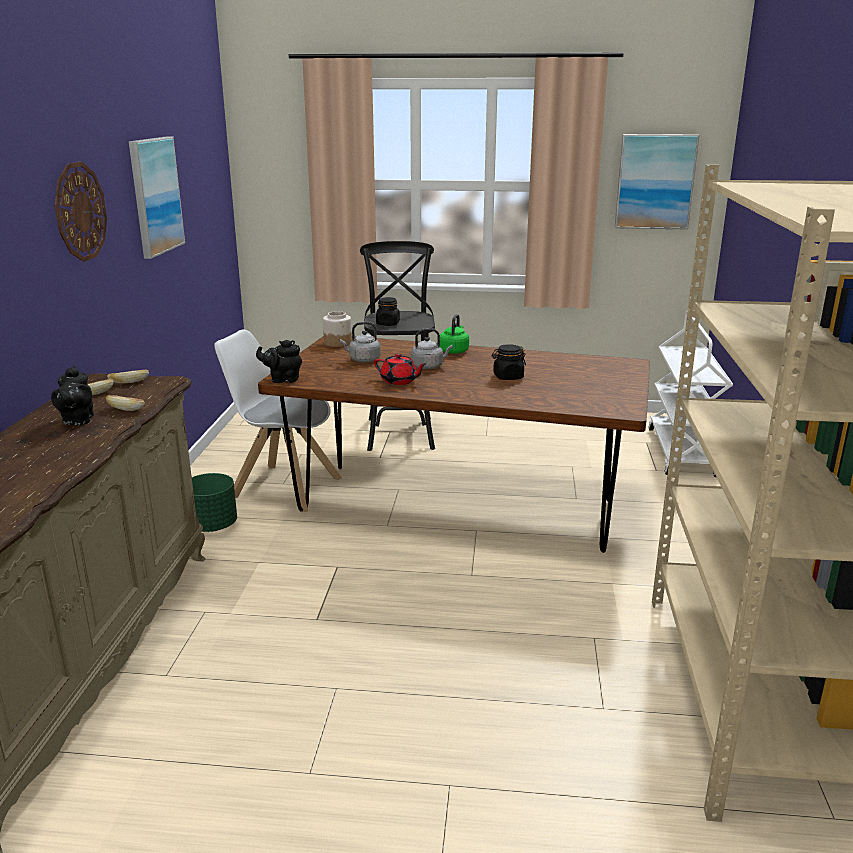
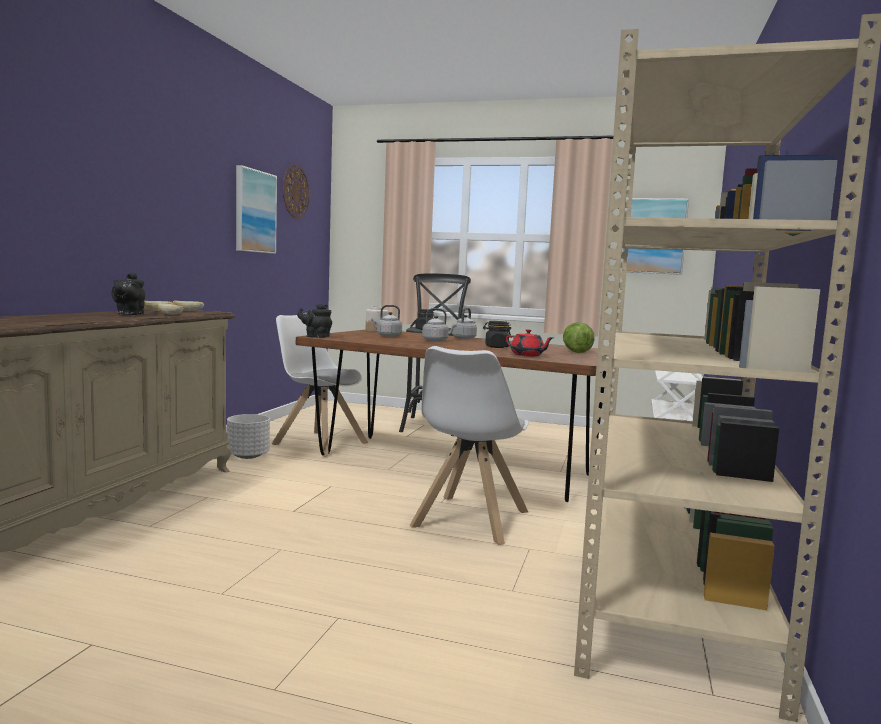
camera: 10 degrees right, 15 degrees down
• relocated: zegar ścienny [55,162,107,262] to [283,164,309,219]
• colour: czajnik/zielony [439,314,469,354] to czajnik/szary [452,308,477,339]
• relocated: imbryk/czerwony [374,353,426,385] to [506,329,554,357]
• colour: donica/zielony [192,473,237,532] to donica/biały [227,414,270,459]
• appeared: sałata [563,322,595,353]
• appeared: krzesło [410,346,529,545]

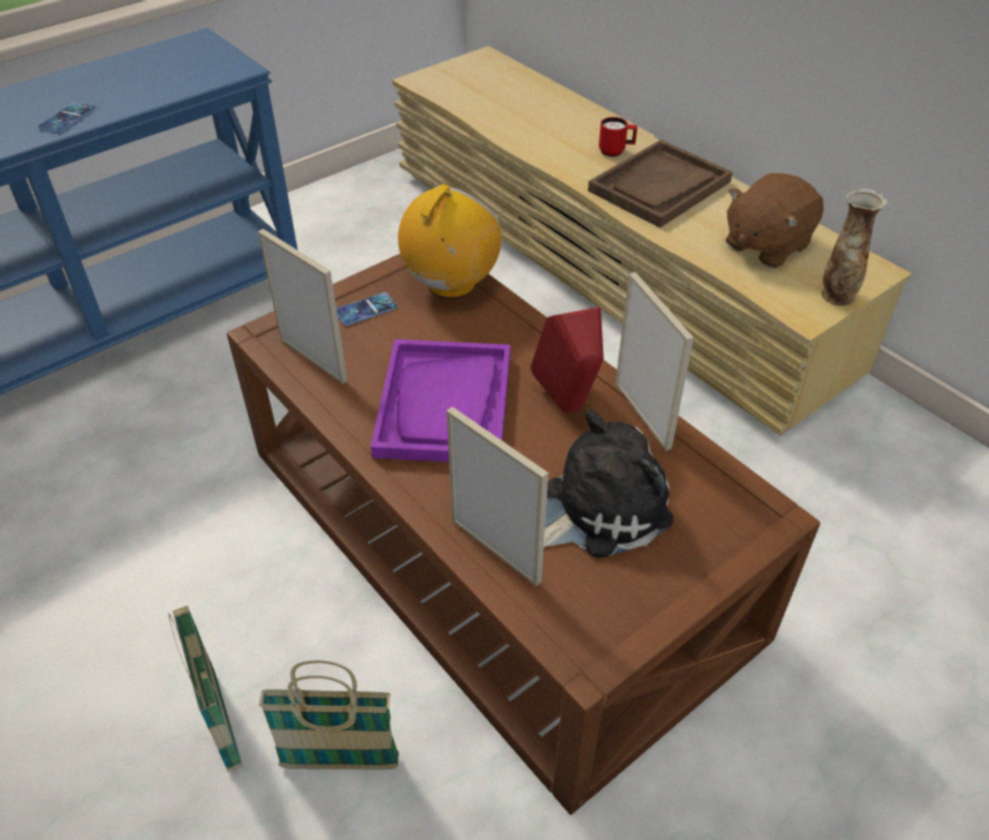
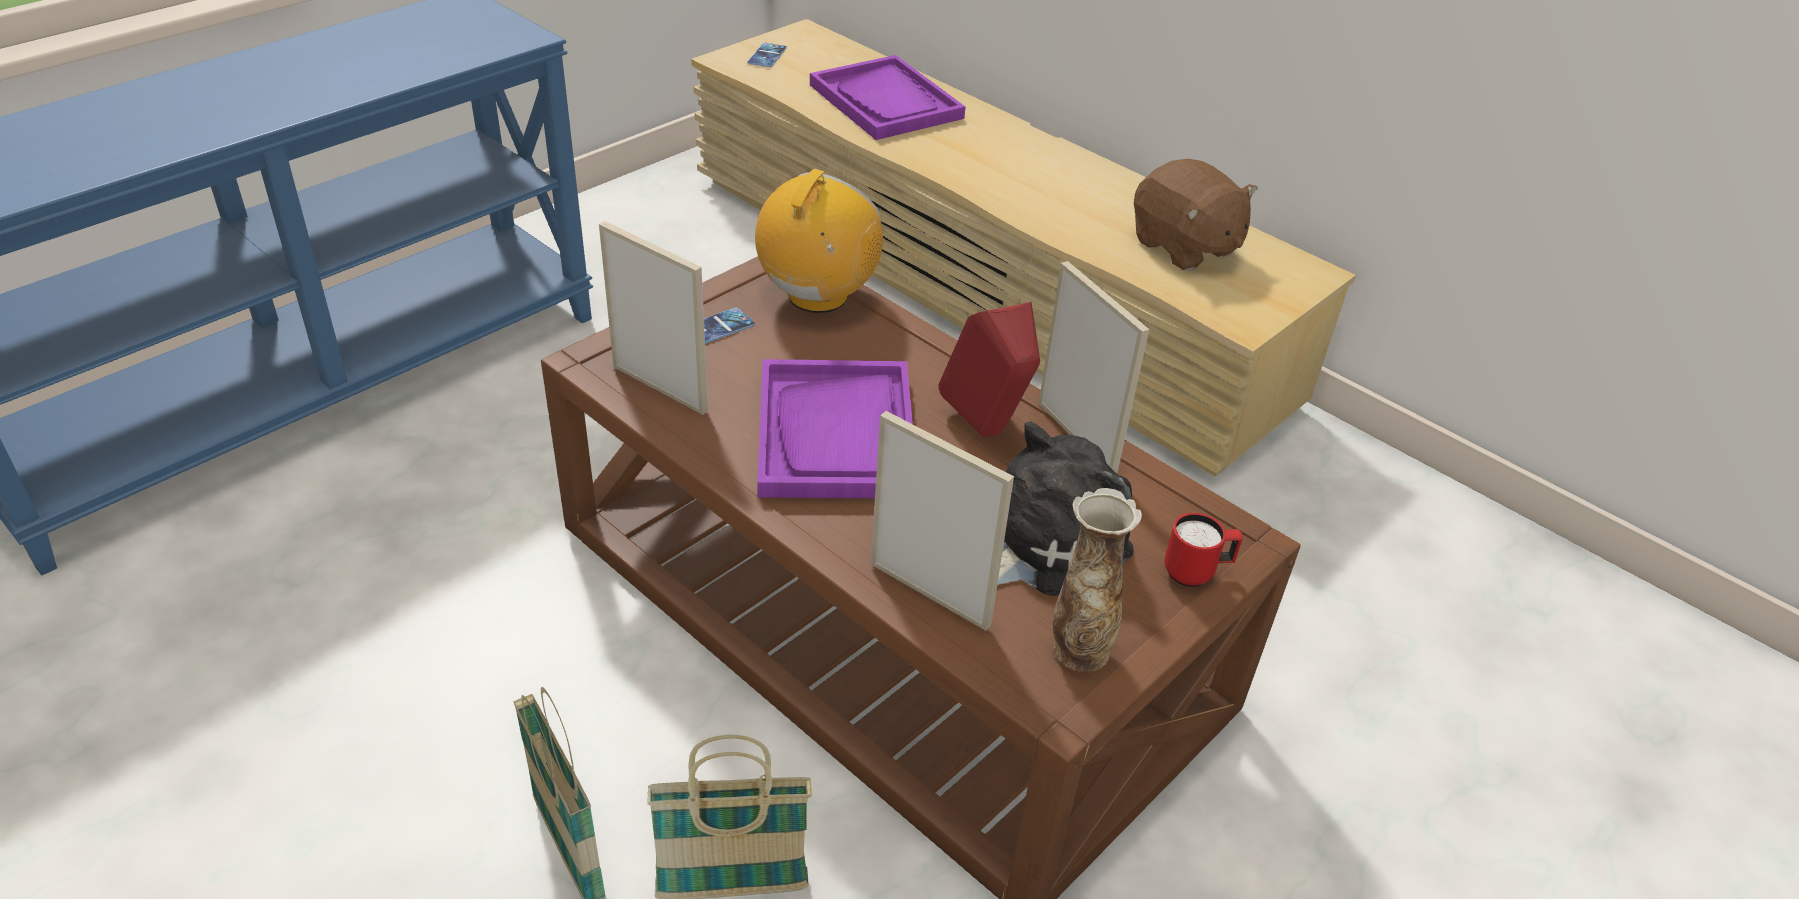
camera: 10 degrees left, 5 degrees down
• relocated: telefon [38,102,96,133] to [747,43,787,67]
• relocated: kubek/czerwony [599,117,637,157] to [1164,513,1243,587]
• missing: taca/brązowy [588,140,733,228]
• spun: pluszak/brązowy [725,173,824,268] = [1134,159,1258,271] 75 degrees counterclockwise
• relocated: wazon [821,188,888,306] to [1053,488,1142,672]
• appeared: taca/fioletowy [810,55,965,140]

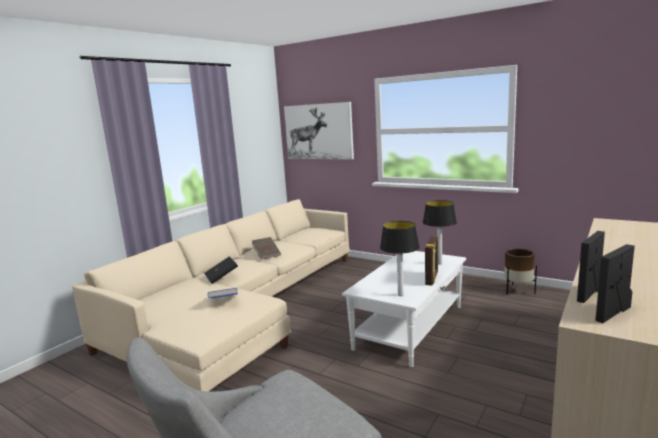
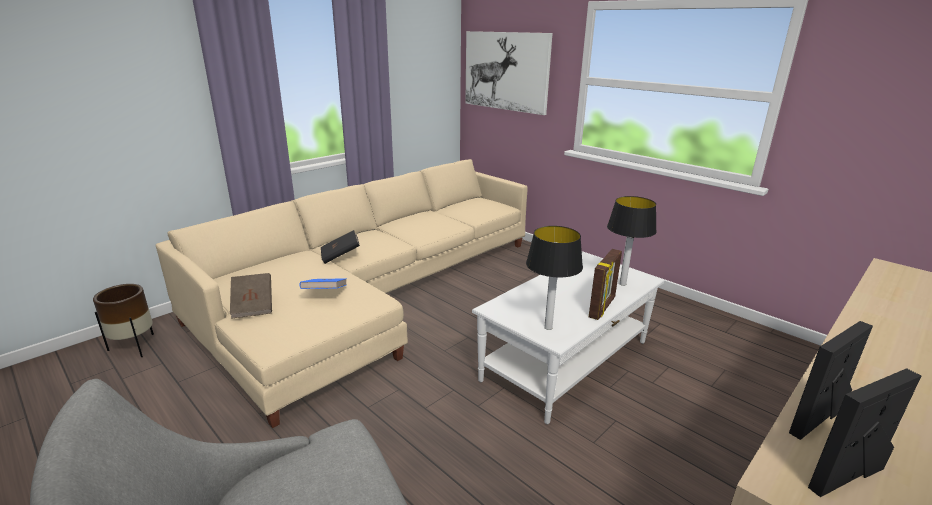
camera: 10 degrees right, 10 degrees up
• relocated: książka/brązowy [252,237,281,260] to [230,273,272,319]
• relocated: donica/brązowy [504,248,537,295] to [93,284,154,357]

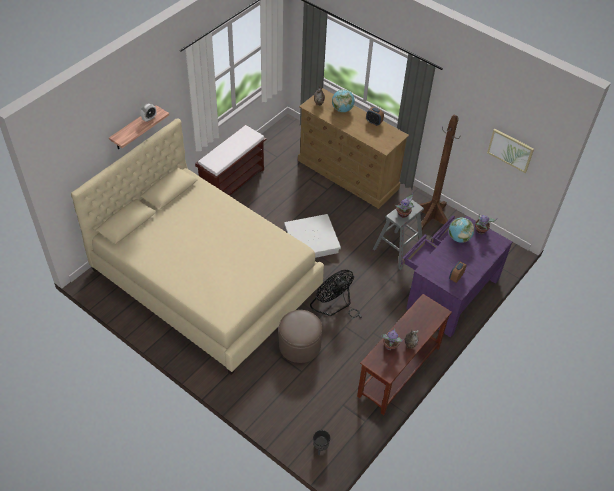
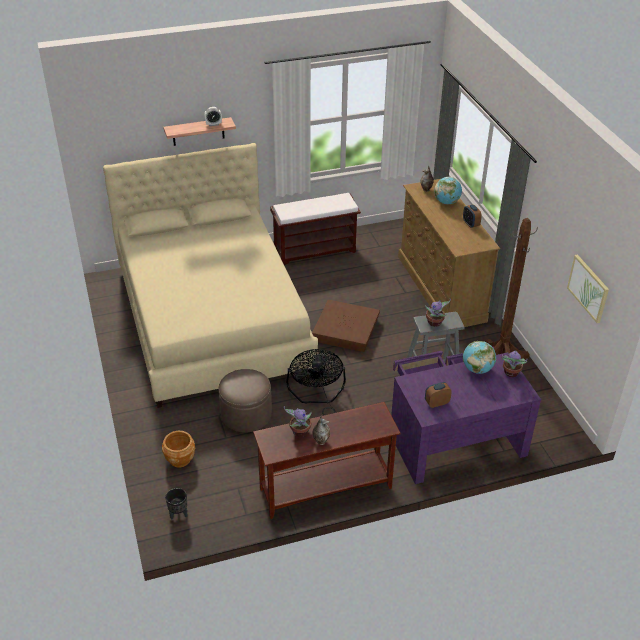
camera: 35 degrees right, 10 degrees down
• colour: pojemnik do przechowywania/biały [284,214,341,258] to pojemnik do przechowywania/brązowy [312,300,380,352]
• appeared: donica/brązowy [162,431,195,467]

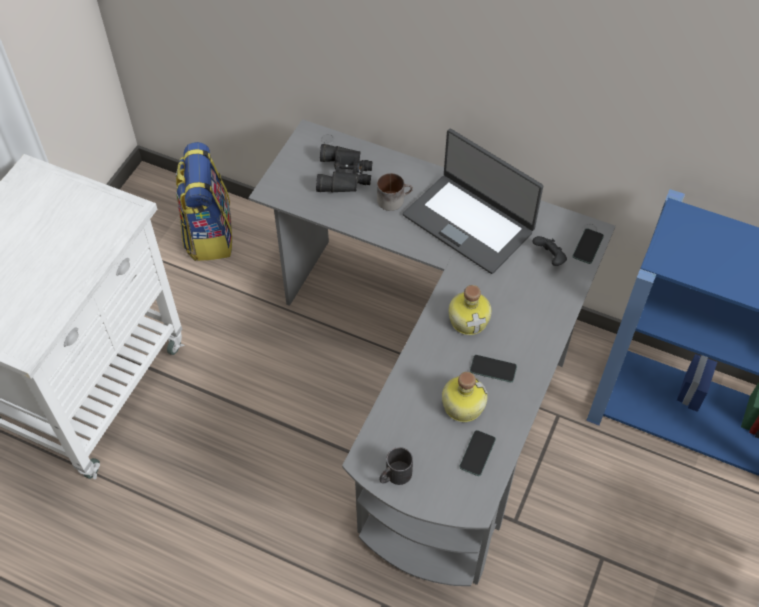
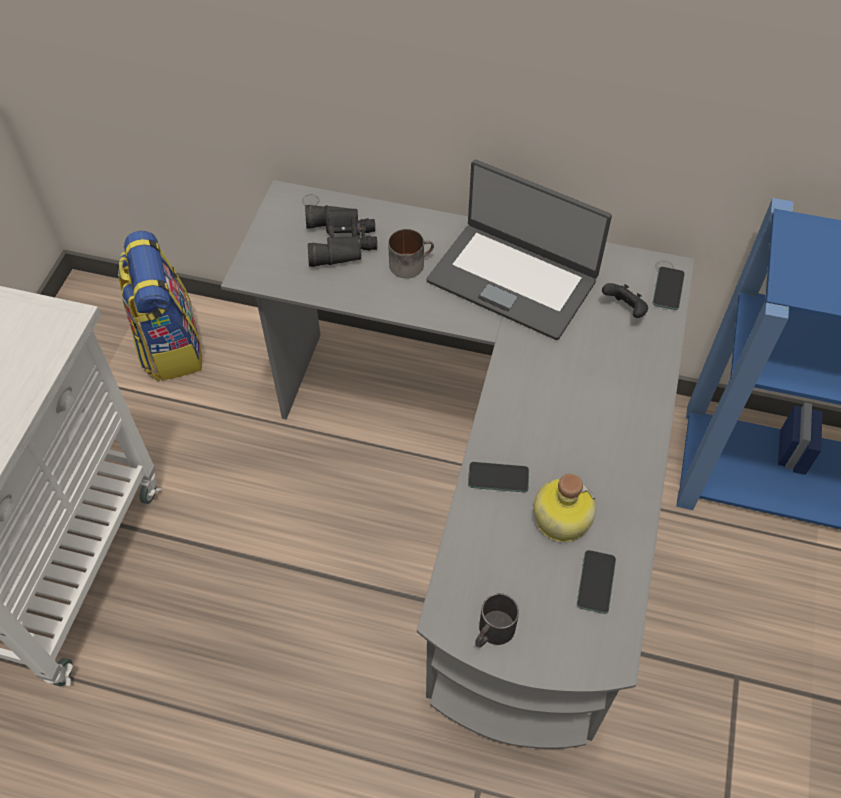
camera: 10 degrees left, 0 degrees up
• missing: butelka [448,285,492,335]
• relocated: telefon [470,355,517,382] to [468,462,529,492]

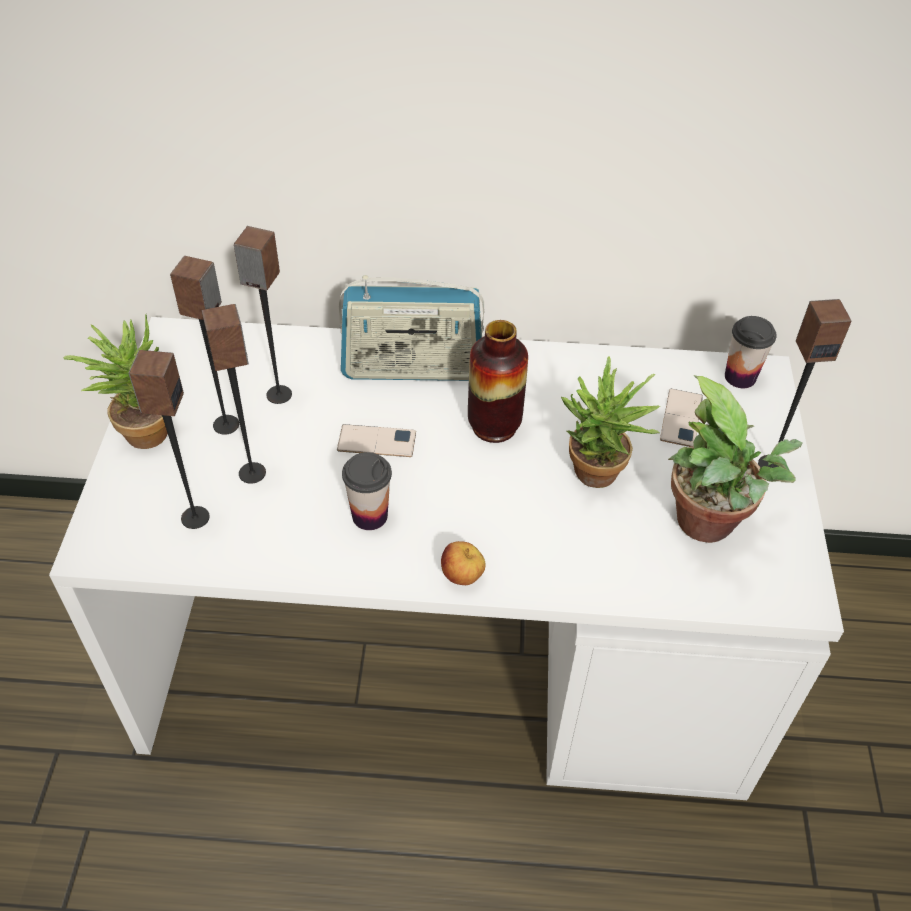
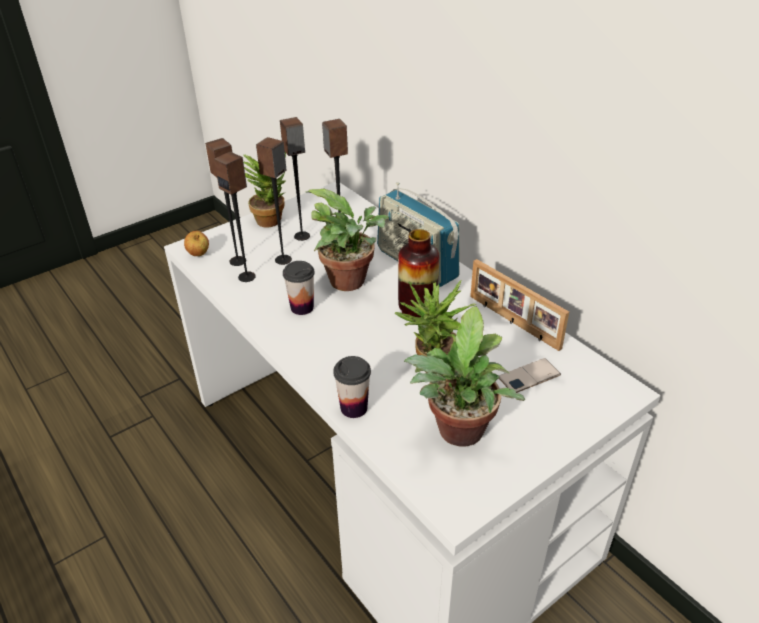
camera: 50 degrees right, 10 degrees down
• relocated: głośnik [758,299,851,468] to [214,152,256,282]
• relocated: filiżanka [725,316,777,388] to [333,356,371,418]
• exchanged: telefon [337,424,416,457] to roślina doniczkowa [307,189,389,291]
• relocated: jabłko [441,541,486,585] to [184,231,209,256]
• appeared: ramka na zdjęcie [470,259,569,351]

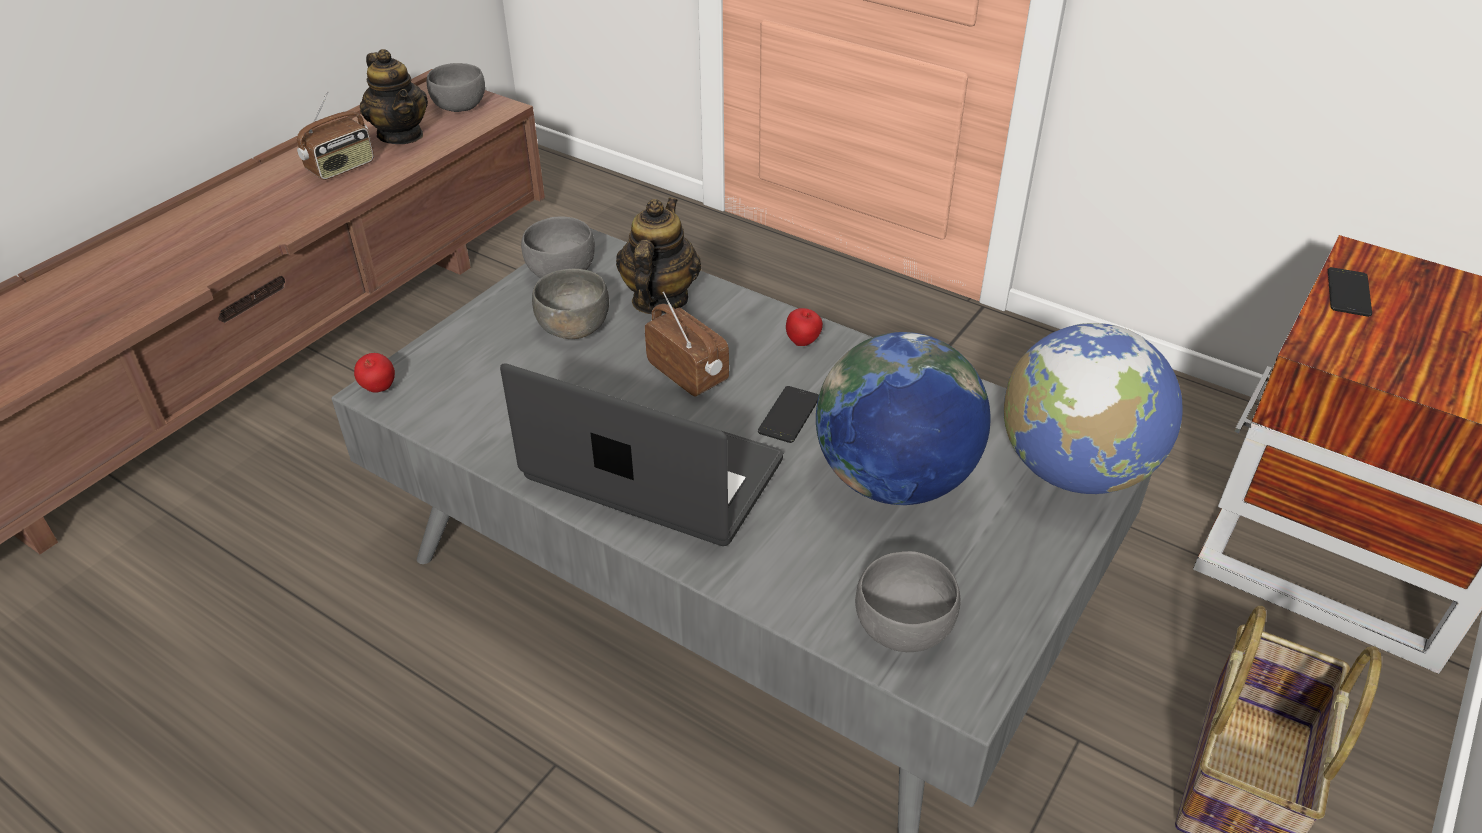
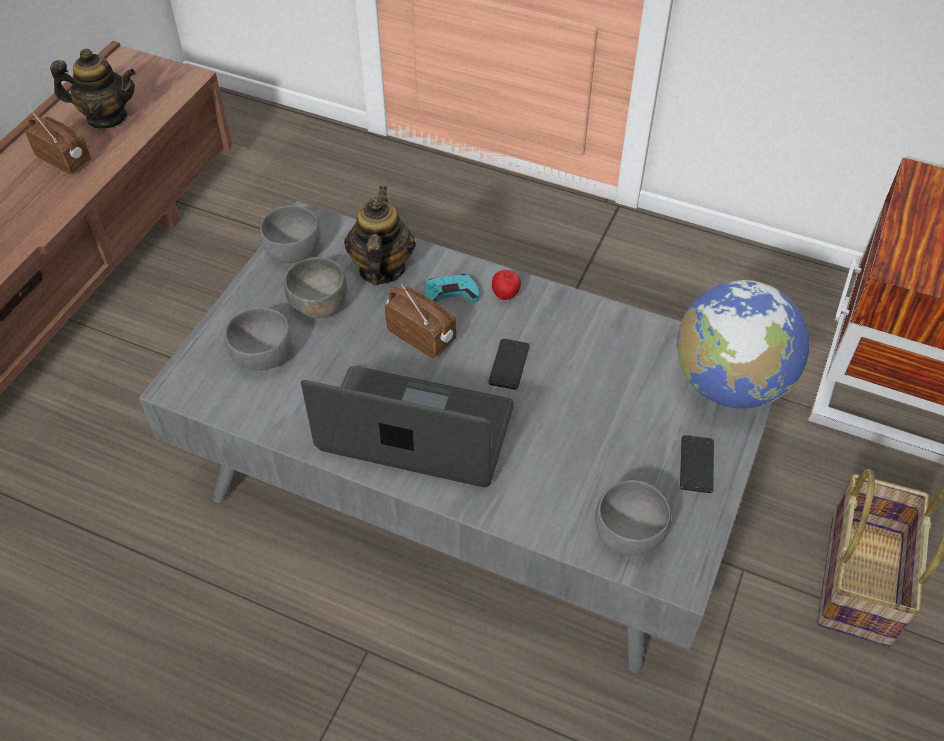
camera: 10 degrees left, 10 degrees up
• spun: imbryk [360,49,428,144] = [50,49,136,129] 45 degrees counterclockwise
• relocated: miska/szary [427,63,485,112] to [224,307,292,371]
• spun: radio [297,91,374,180] = [25,108,91,174] 90 degrees counterclockwise
• relocated: telefon [1328,267,1372,317] to [680,435,714,493]
• missing: globus [816,332,991,505]
• missing: jabłko [354,353,395,393]
• appeared: pad do gier/turkusowy [425,274,479,304]

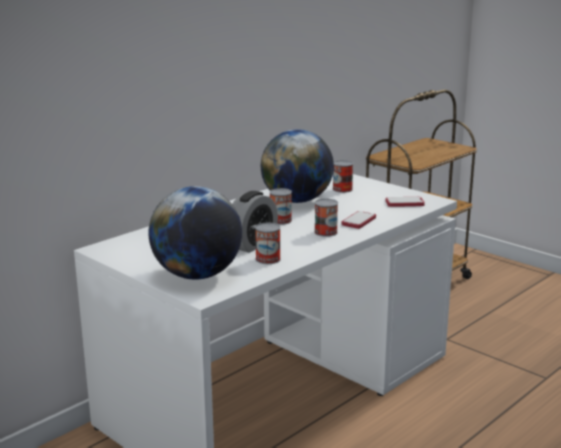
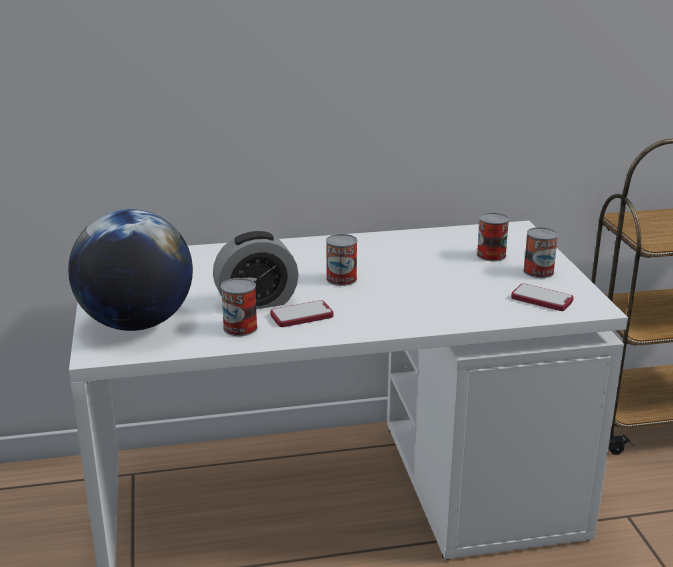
camera: 35 degrees right, 5 degrees up
• missing: globus [261,129,334,203]
• relocated: puszka [314,199,338,237] to [523,227,558,278]
• relocated: telefon [342,211,376,229] to [270,300,333,327]

